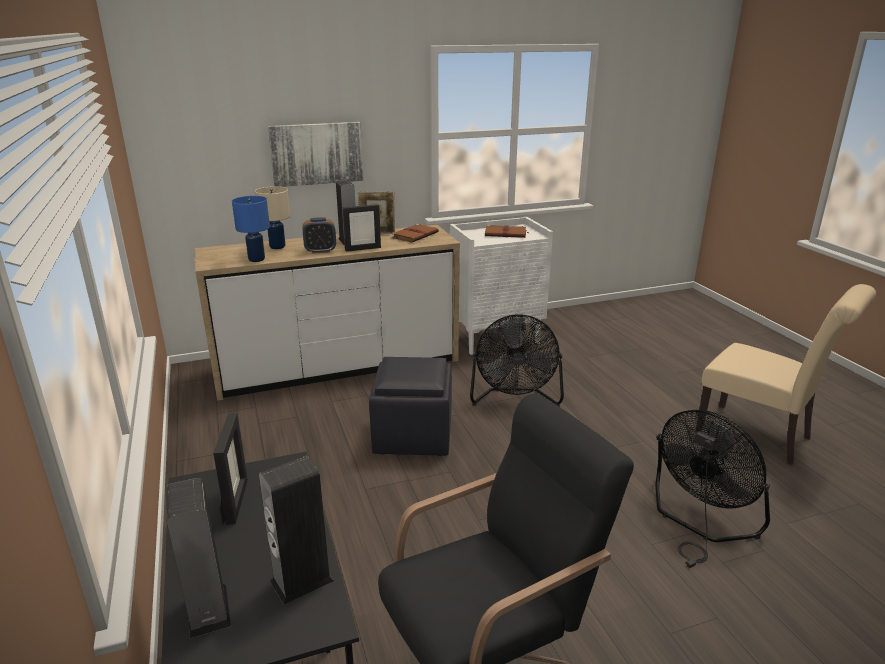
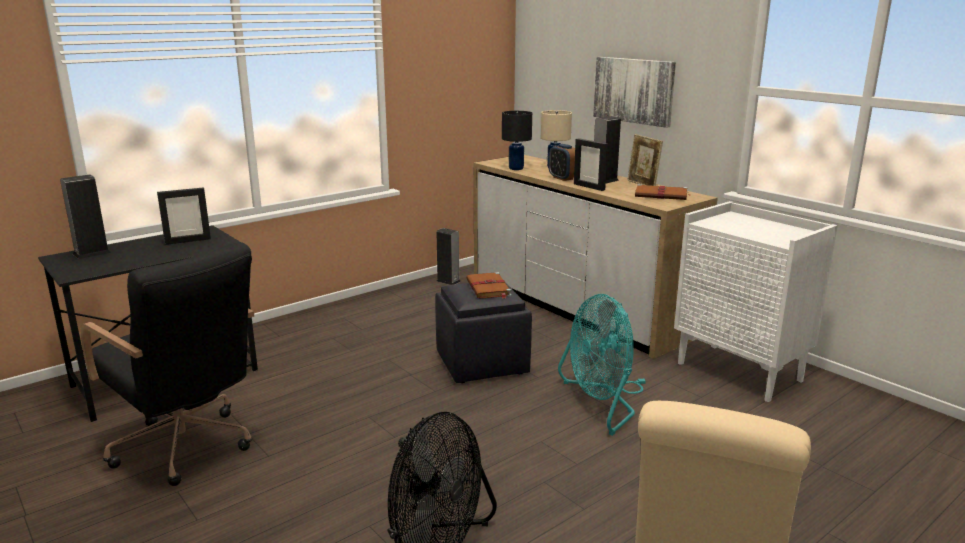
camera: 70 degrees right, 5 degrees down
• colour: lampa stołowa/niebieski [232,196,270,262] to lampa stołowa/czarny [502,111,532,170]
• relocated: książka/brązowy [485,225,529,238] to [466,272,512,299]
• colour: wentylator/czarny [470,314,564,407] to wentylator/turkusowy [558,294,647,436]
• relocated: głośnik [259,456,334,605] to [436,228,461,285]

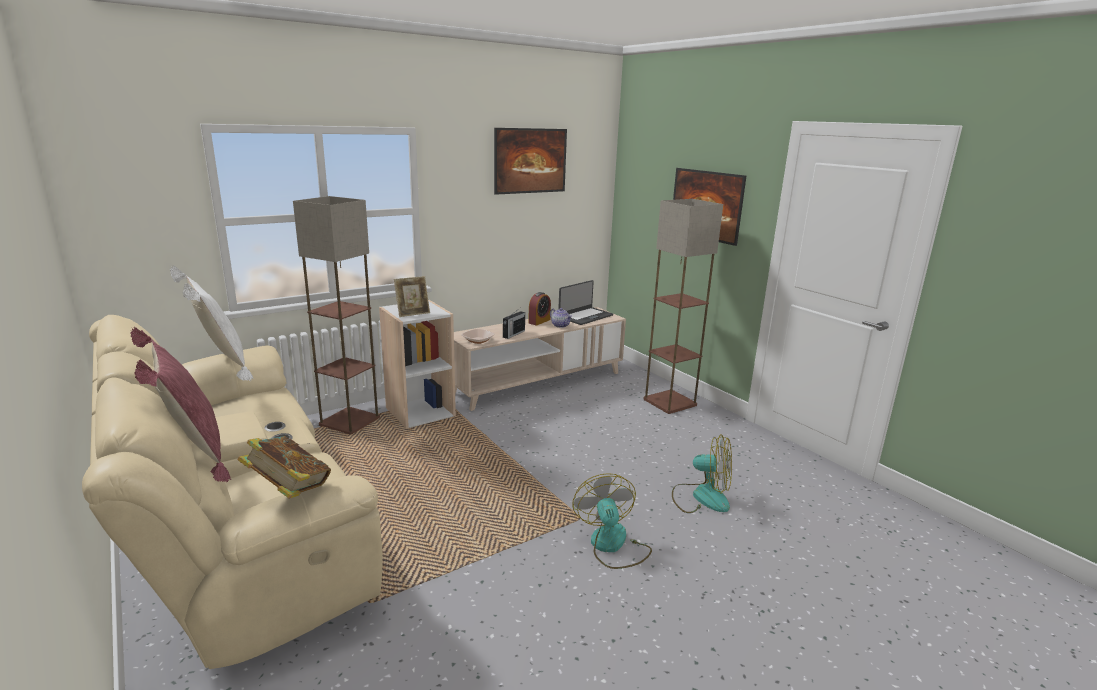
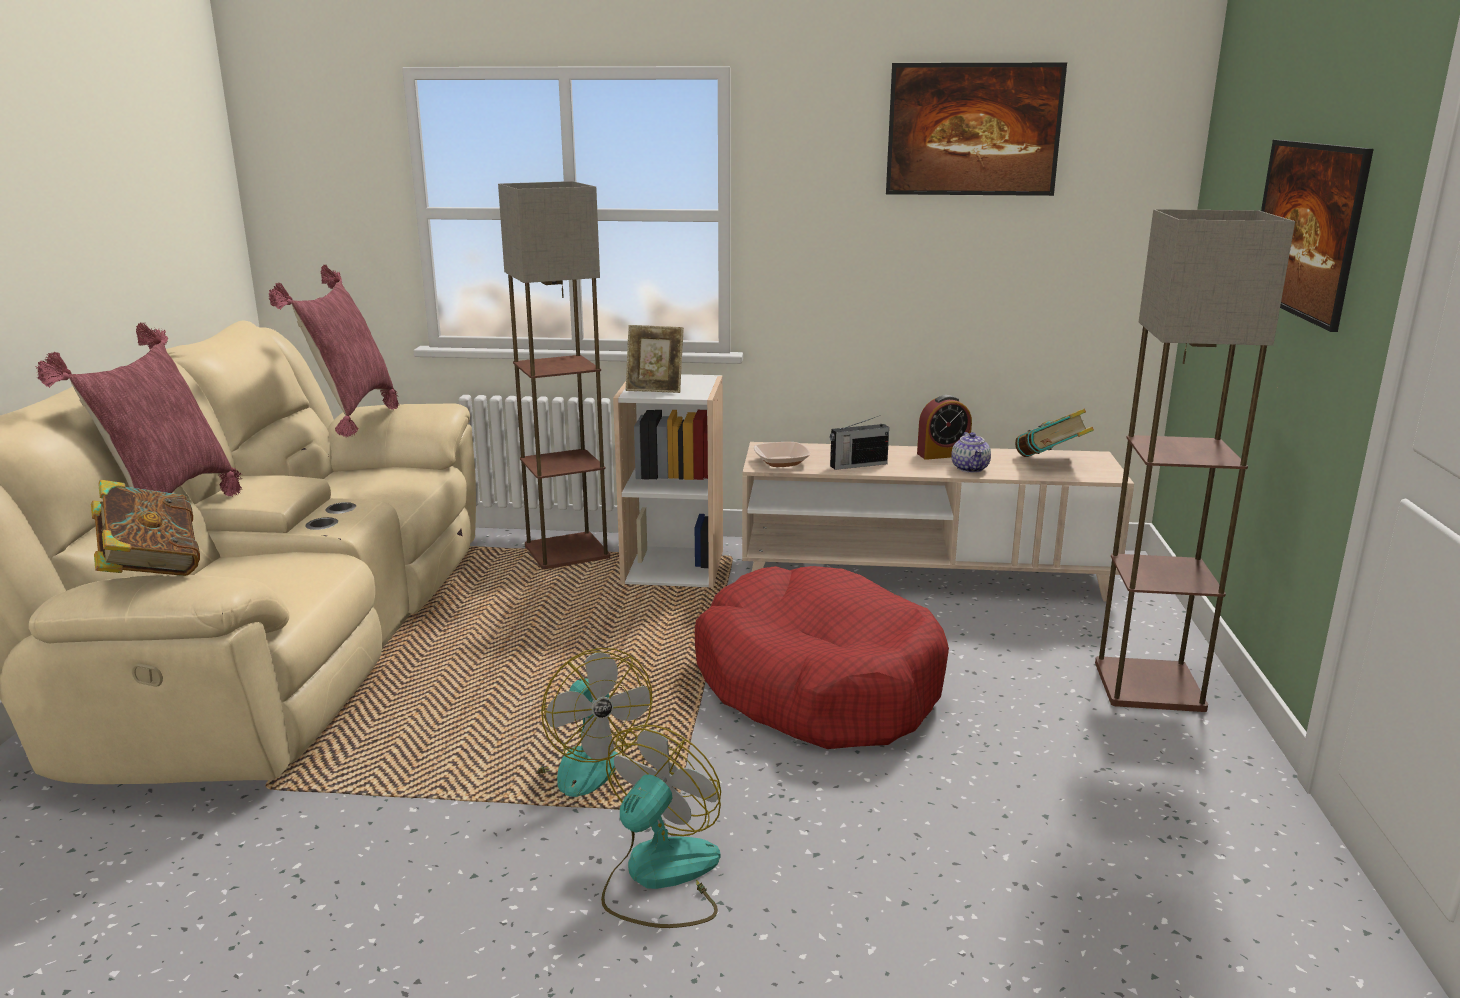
camera: 40 degrees right, 0 degrees up
• colour: poduszka/biały [170,265,254,381] to poduszka/czerwony [268,264,399,438]
• exchanged: laptop [558,280,613,325] to książka [1015,409,1094,457]
• relocated: wentylator [672,434,732,513] to [536,648,652,797]
• appeared: legowisko/czerwony [695,566,949,749]

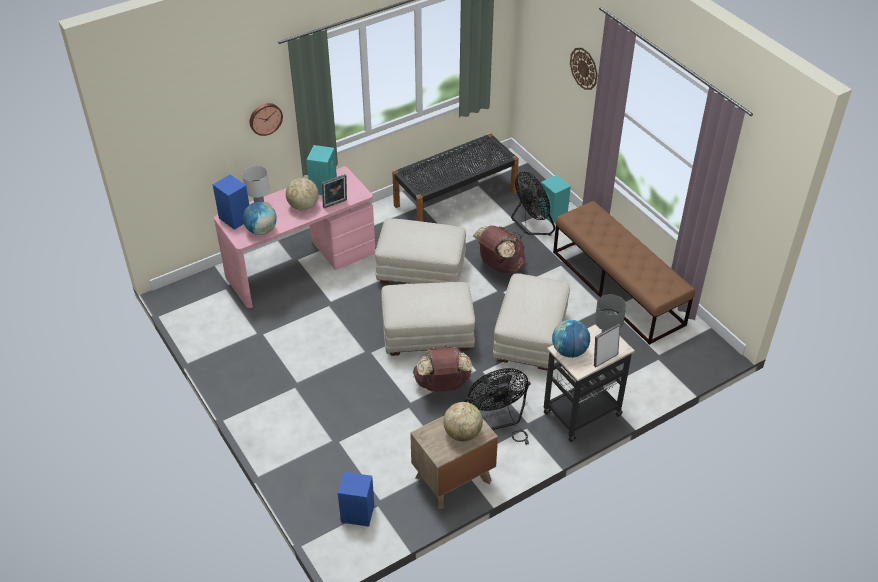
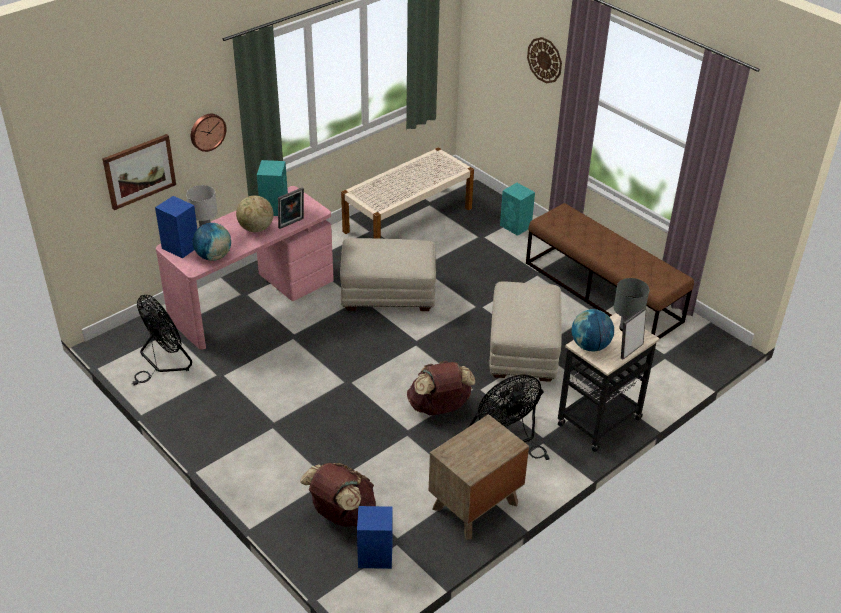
camera: 10 degrees left, 5 degrees down
• colour: ławka/czarny [392,133,519,222] to ławka/beżowy [341,147,474,239]
• relocated: wentylator/czarny [511,172,555,240] to [131,295,192,385]
• relocated: plecak/brązowy [473,225,525,274] to [300,463,376,527]
• missing: pufa/beżowy [381,282,475,356]
• missing: globus [443,402,483,442]
• appeared: obraz [103,134,176,210]

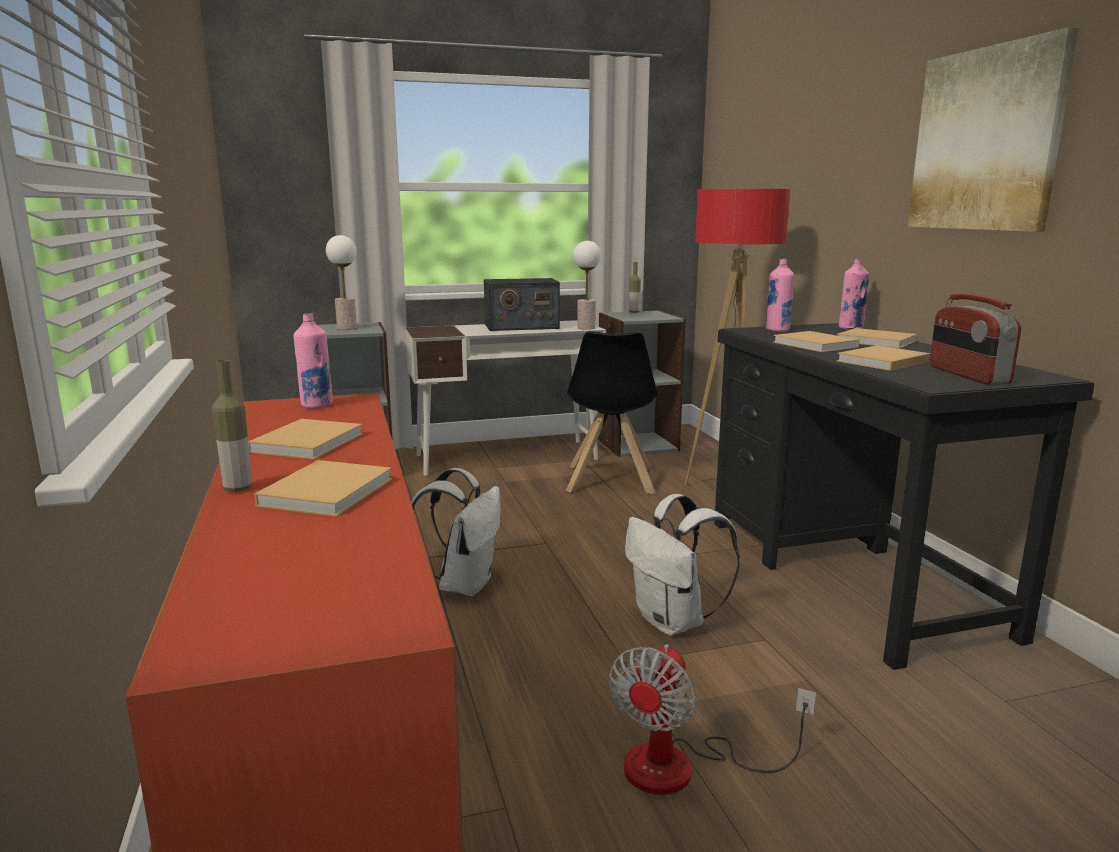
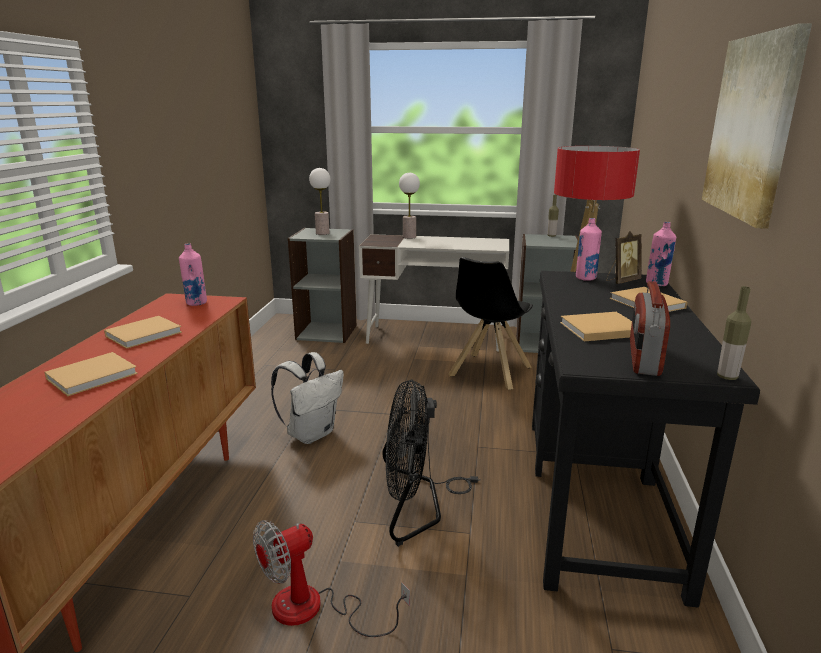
camera: 25 degrees right, 5 degrees up
• relocated: lampa stołowa [573,241,601,330] to [399,173,420,239]
• missing: radio [484,278,560,331]
• missing: książka/beżowy [773,331,860,352]
• relocated: butelka [212,360,252,492] to [717,286,751,380]
• exchanged: plecak/biały [625,494,740,636] to wentylator/czarny [383,379,480,547]
• appeared: ramka na zdjęcie [606,231,642,284]

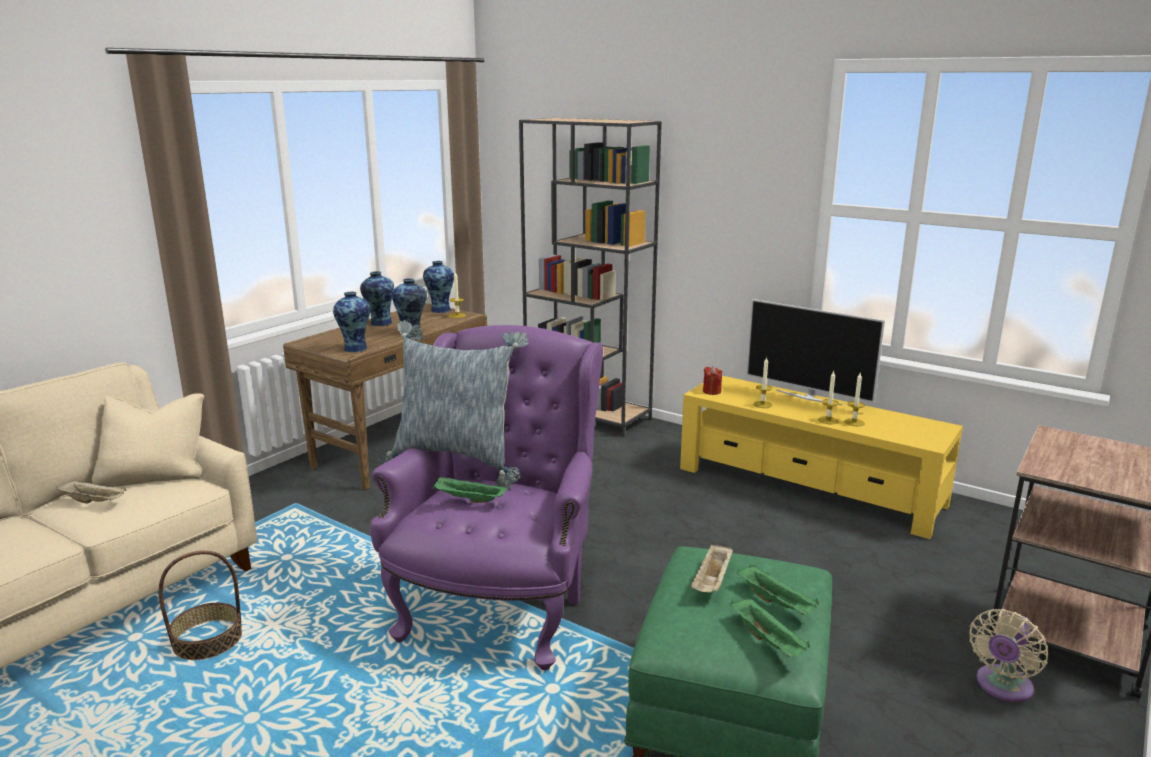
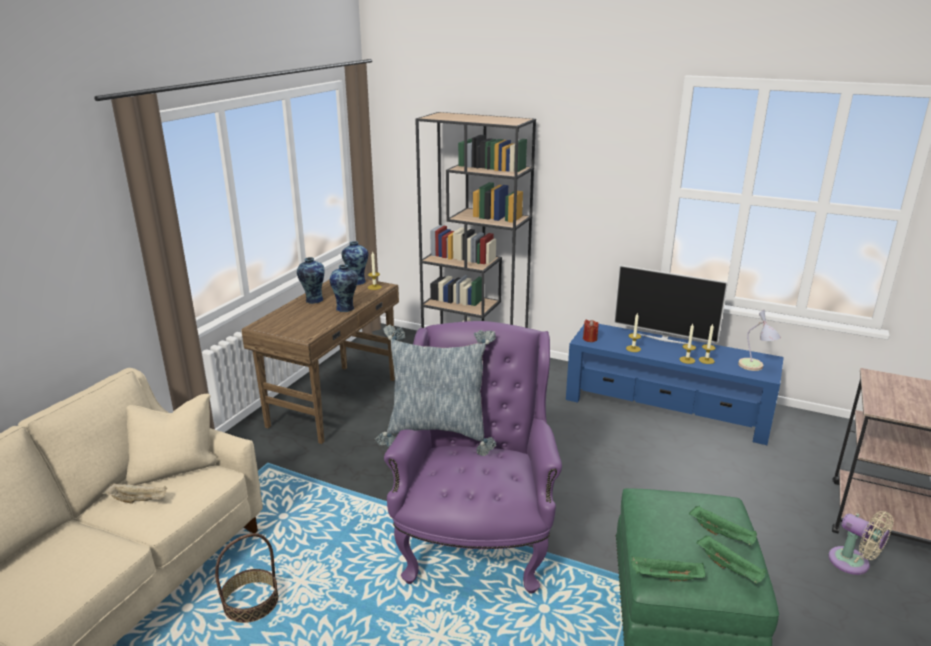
camera: 10 degrees left, 5 degrees up
• missing: wazon [333,292,371,352]
• colour: szafka pod telewizor/żółty [680,376,963,539] to szafka pod telewizor/niebieski [566,324,784,445]
• relocated: taca/zielony [433,476,508,503] to [631,556,706,581]
• missing: taca/beżowy [691,543,733,592]
• spun: wentylator/beżowy [969,609,1048,702] = [828,511,894,575] 75 degrees counterclockwise
• appeared: lampa stołowa [738,310,781,371]

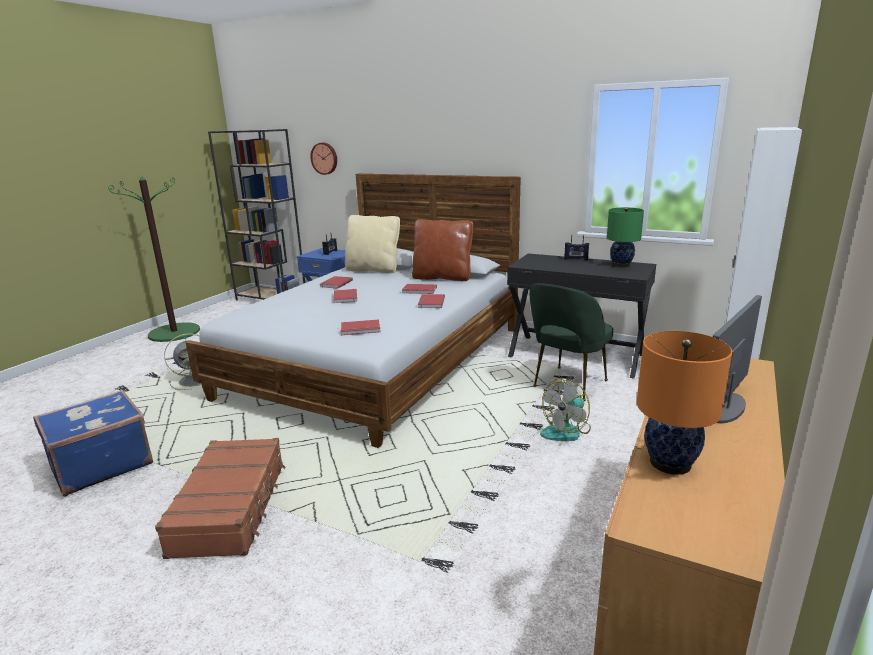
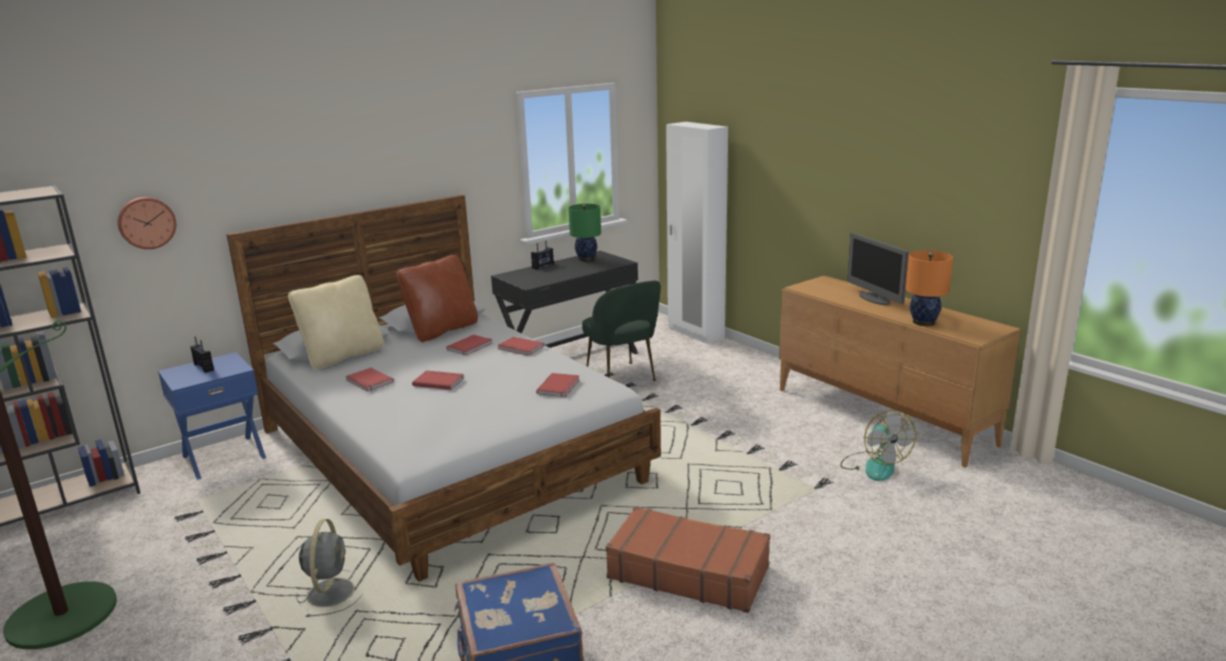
camera: 65 degrees left, 0 degrees up
• relocated: wentylator [540,378,591,441] to [840,410,916,481]

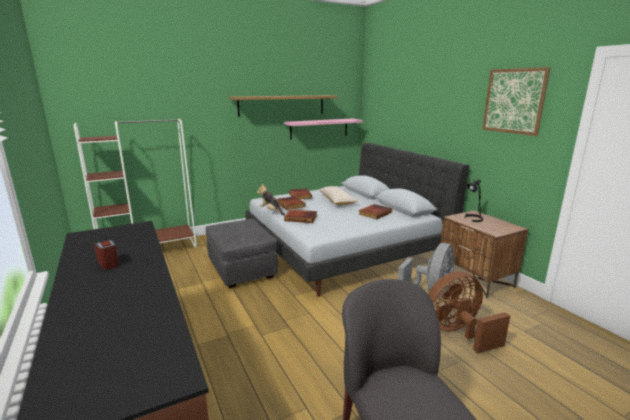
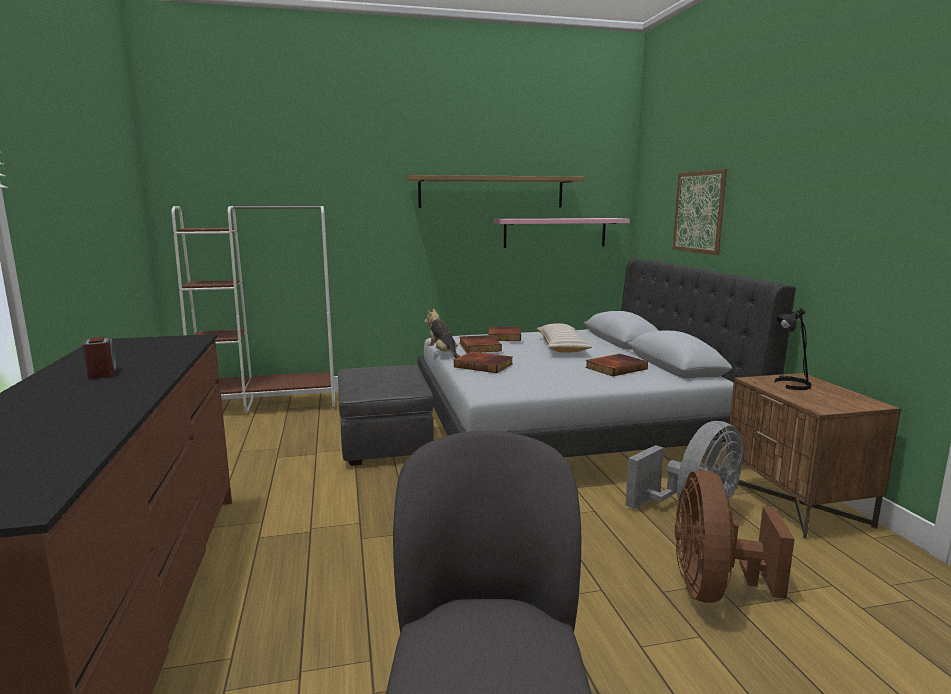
camera: 15 degrees right, 5 degrees down
• relocated: obraz [482,67,550,136] to [673,169,727,256]
• spun: wentylator/brązowy [428,271,510,353] = [675,470,795,603] 75 degrees counterclockwise

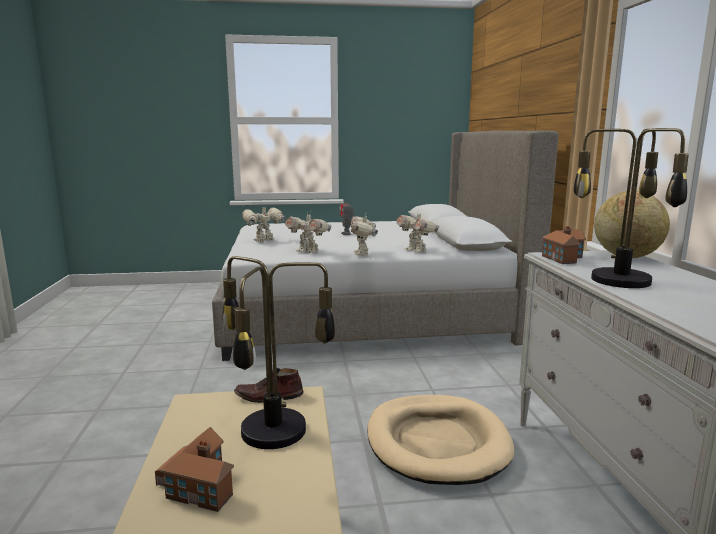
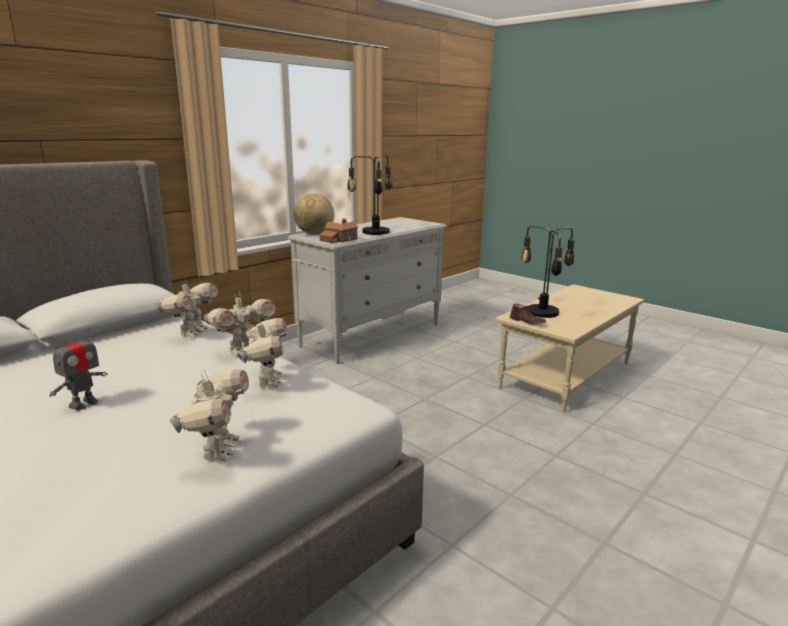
camera: 130 degrees left, 5 degrees up
• spun: robot zabawkowy [242,207,286,242] = [169,369,249,462] 105 degrees counterclockwise
• missing: legowisko/beżowy [367,395,514,485]
• missing: domek [155,427,234,512]

